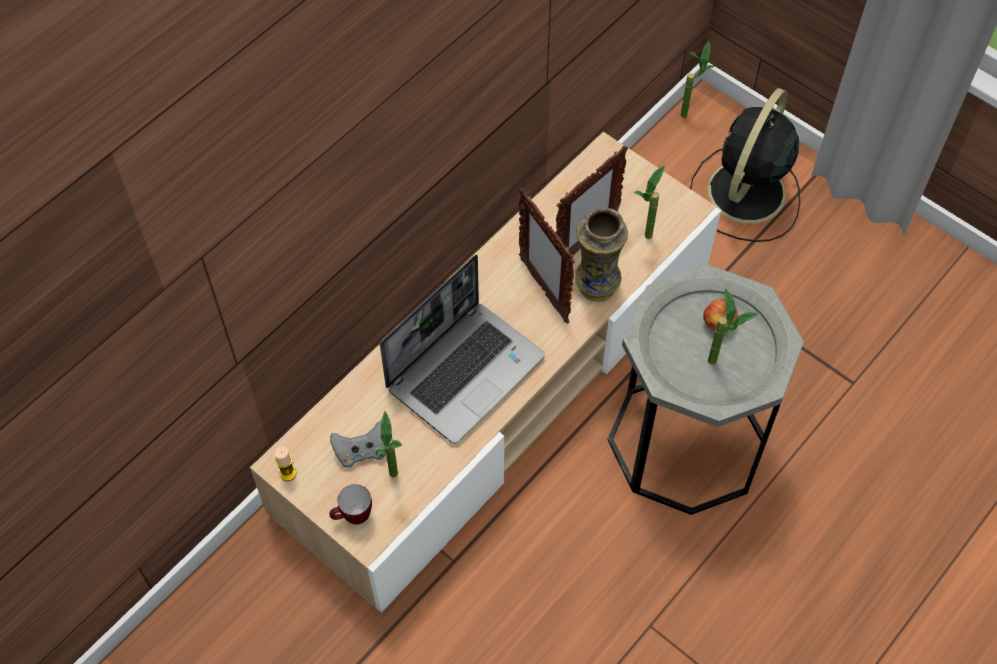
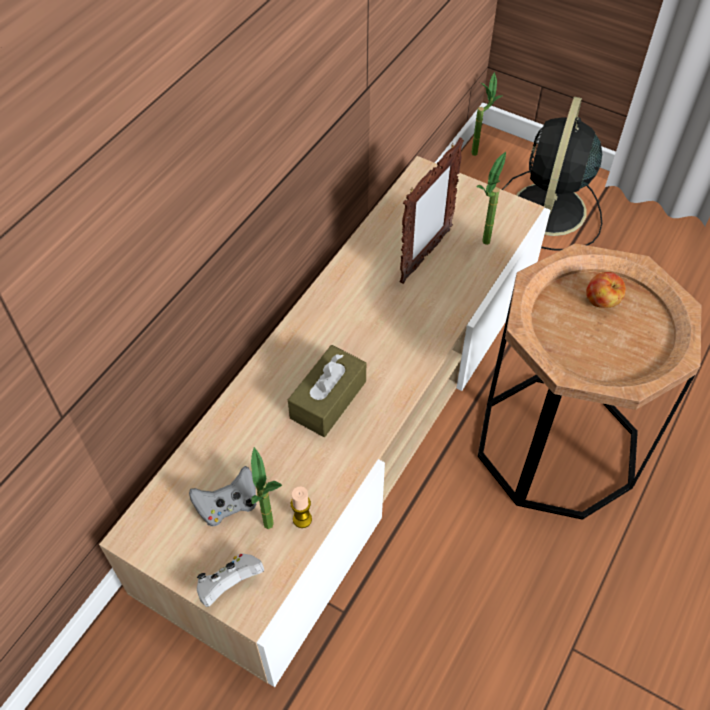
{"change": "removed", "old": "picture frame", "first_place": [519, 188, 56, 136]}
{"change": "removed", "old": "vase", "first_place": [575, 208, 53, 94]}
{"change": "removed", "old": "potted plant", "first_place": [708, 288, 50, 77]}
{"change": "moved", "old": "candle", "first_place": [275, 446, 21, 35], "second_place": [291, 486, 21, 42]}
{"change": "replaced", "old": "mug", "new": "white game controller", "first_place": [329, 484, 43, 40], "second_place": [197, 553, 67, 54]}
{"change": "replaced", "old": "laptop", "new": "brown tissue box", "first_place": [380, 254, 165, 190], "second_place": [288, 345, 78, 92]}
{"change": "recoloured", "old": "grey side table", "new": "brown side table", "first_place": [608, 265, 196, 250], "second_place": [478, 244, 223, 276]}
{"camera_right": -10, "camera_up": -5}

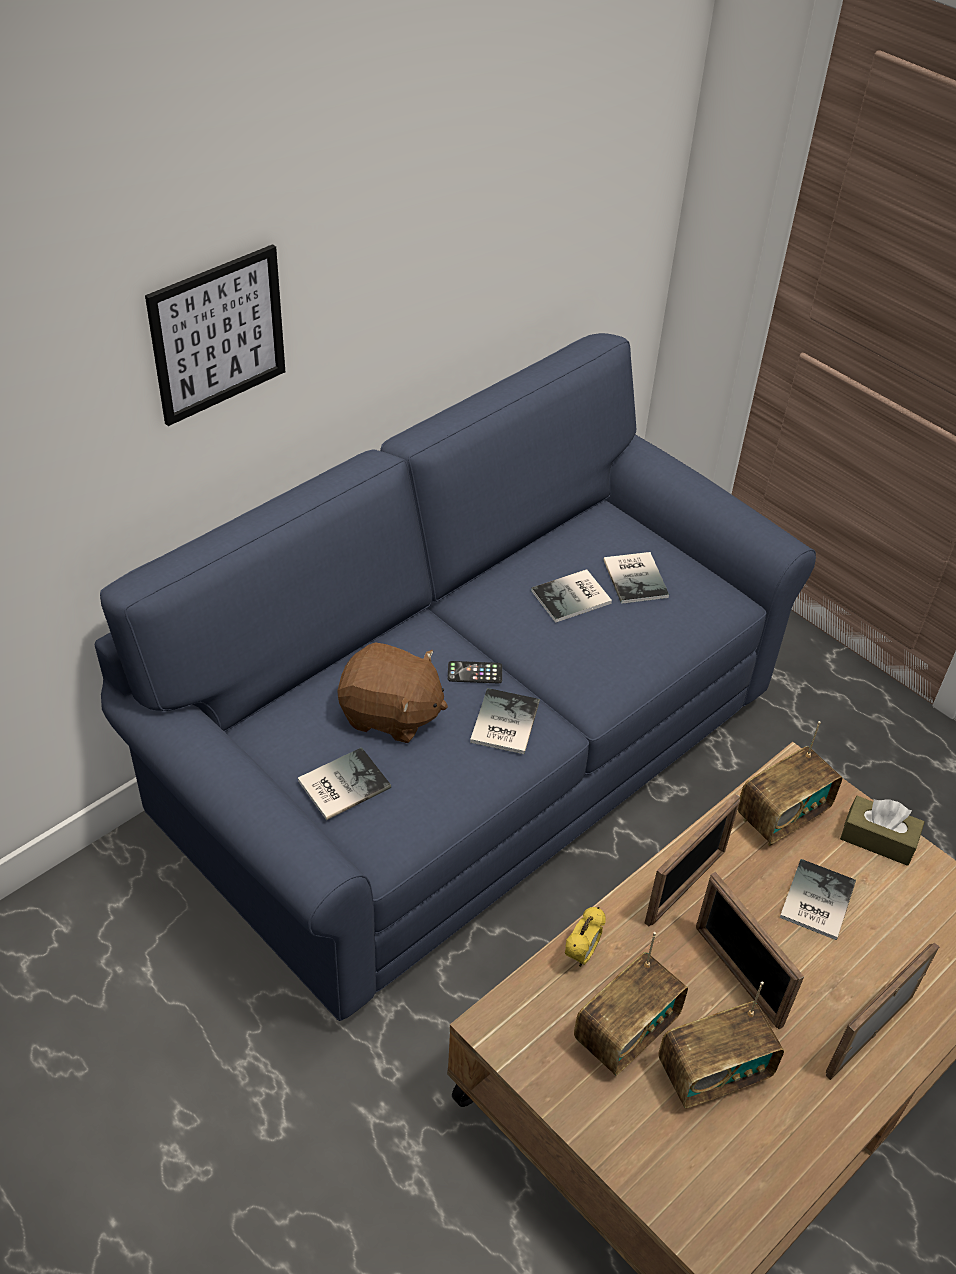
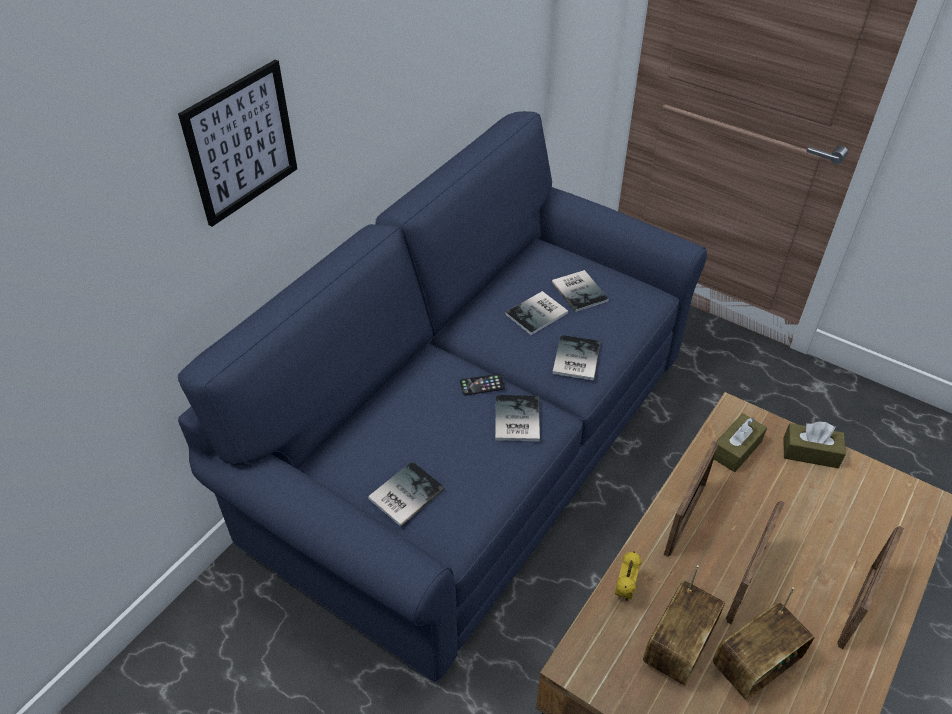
{"change": "removed", "old": "brown plush toy", "first_place": [337, 642, 111, 101]}
{"change": "moved", "old": "book", "first_place": [780, 859, 76, 81], "second_place": [552, 335, 48, 45]}
{"change": "replaced", "old": "radio", "new": "brown tissue box", "first_place": [738, 721, 104, 125], "second_place": [714, 413, 53, 59]}
{"change": "turned", "old": "picture frame", "first_place": [696, 872, 108, 157], "second_place": [726, 501, 59, 123], "degrees": 75}
{"camera_right": -10, "camera_up": 0}

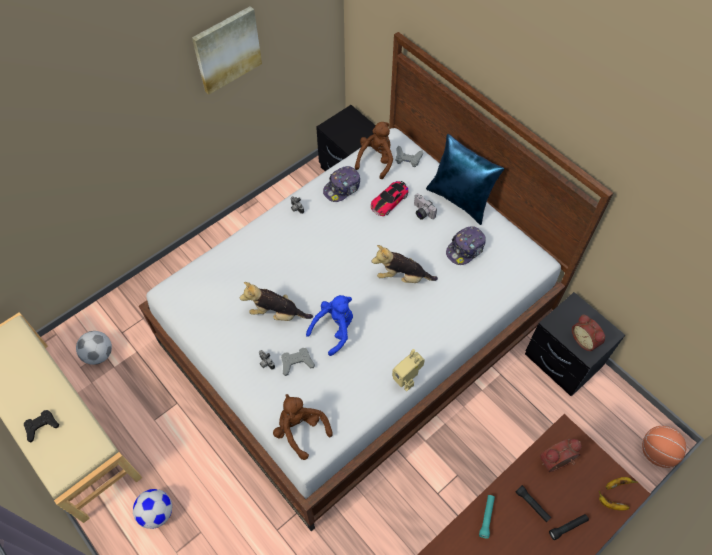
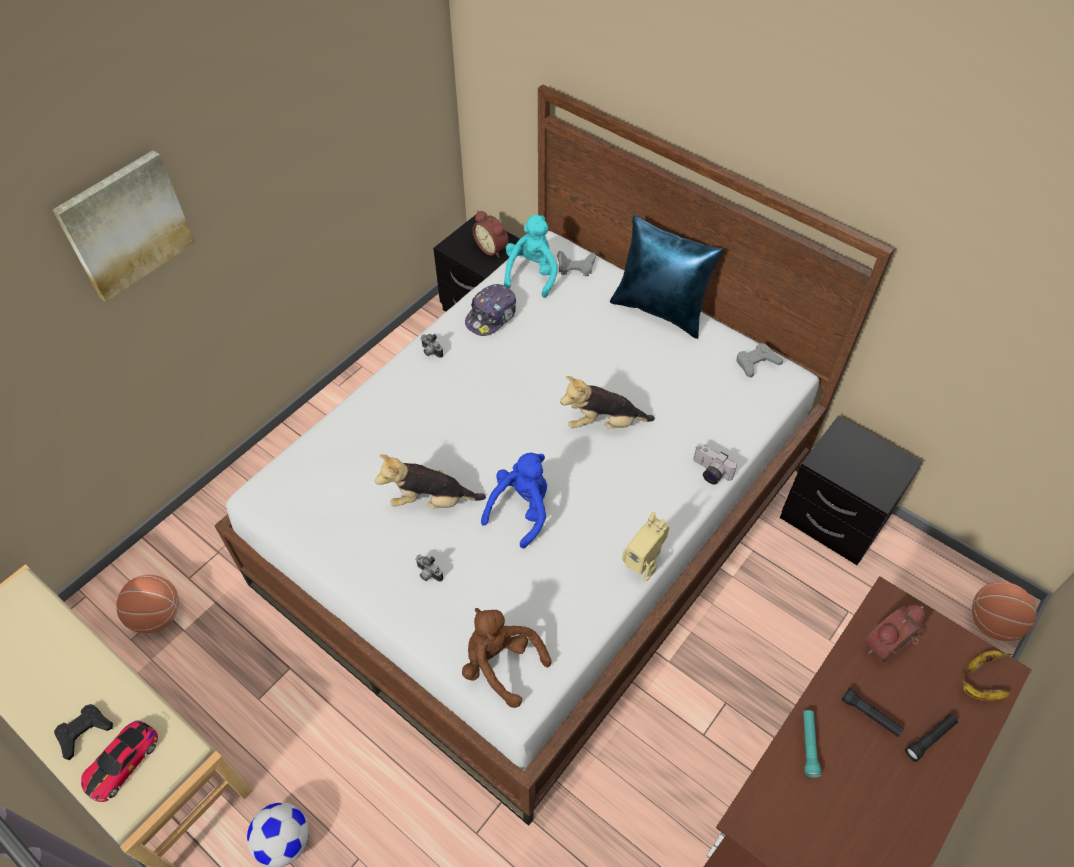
{"change": "removed", "old": "cap", "first_place": [446, 226, 40, 39]}
{"change": "moved", "old": "picture", "first_place": [192, 6, 70, 89], "second_place": [53, 150, 142, 152]}
{"change": "moved", "old": "grey game controller", "first_place": [281, 348, 34, 28], "second_place": [737, 343, 46, 35]}
{"change": "moved", "old": "toy car", "first_place": [371, 181, 37, 35], "second_place": [81, 721, 77, 81]}
{"change": "moved", "old": "photo camera", "first_place": [414, 194, 23, 26], "second_place": [694, 444, 43, 41]}
{"change": "moved", "old": "alarm clock", "first_place": [572, 315, 33, 36], "second_place": [472, 210, 37, 47]}
{"change": "replaced", "old": "football", "new": "basketball", "first_place": [76, 331, 36, 34], "second_place": [116, 575, 63, 58]}
{"change": "recoloured", "old": "brown plush toy", "new": "turquoise plush toy", "first_place": [355, 122, 38, 57], "second_place": [504, 215, 54, 83]}
{"camera_right": -10, "camera_up": -5}

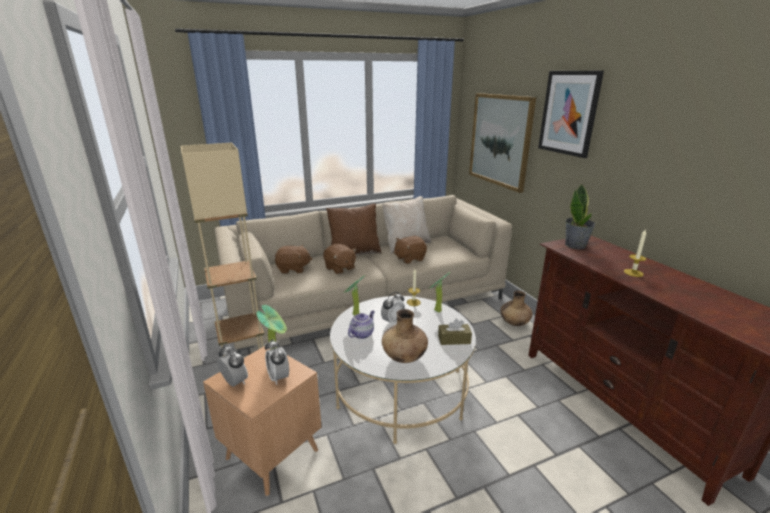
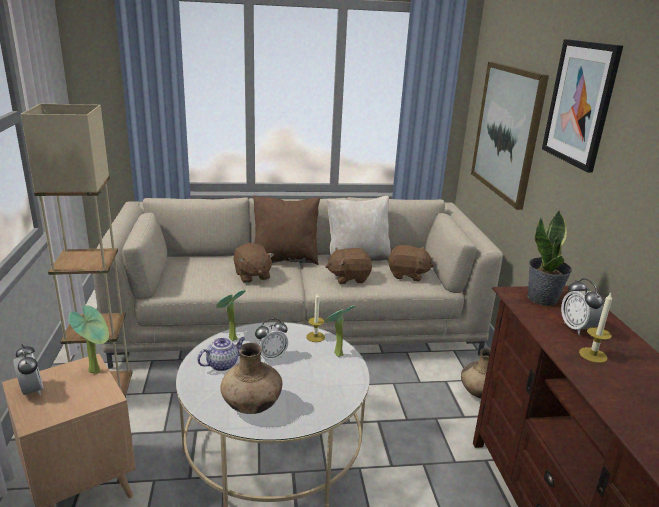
{"change": "removed", "old": "brown tissue box", "first_place": [438, 318, 34, 27]}
{"change": "moved", "old": "alarm clock", "first_place": [265, 339, 24, 46], "second_place": [561, 278, 42, 57]}
{"change": "moved", "old": "brown plush toy", "first_place": [275, 245, 37, 29], "second_place": [388, 245, 46, 37]}
{"camera_right": 15, "camera_up": 0}

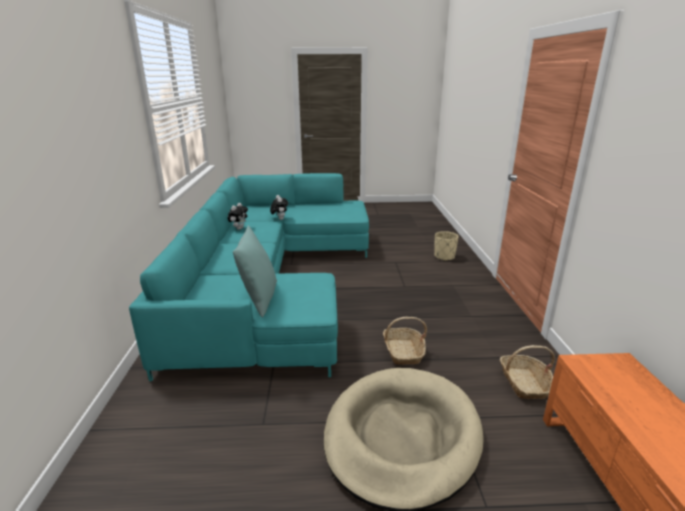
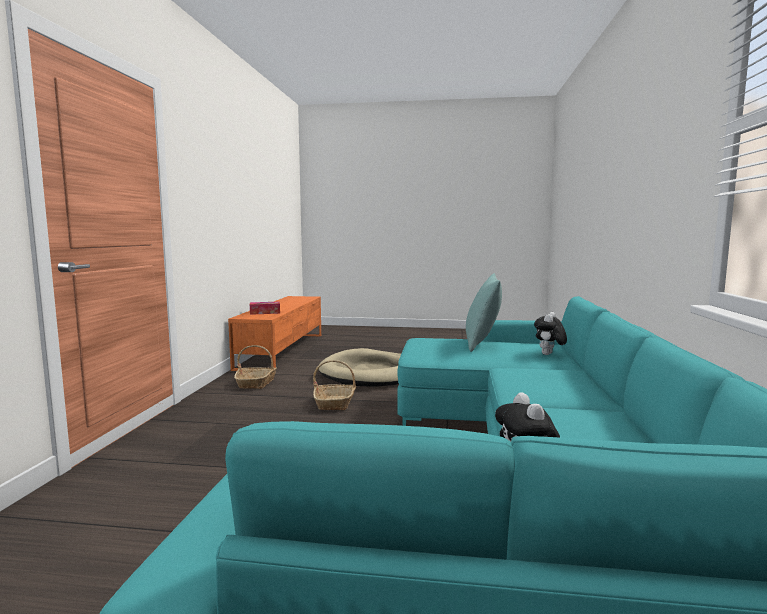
{"change": "removed", "old": "beige planter", "first_place": [434, 231, 25, 30]}
{"change": "added", "new": "tissue box", "second_place": [250, 302, 30, 13]}
{"change": "moved", "old": "plush toy", "first_place": [228, 203, 20, 27], "second_place": [534, 312, 33, 43]}
{"camera_right": -170, "camera_up": -15}

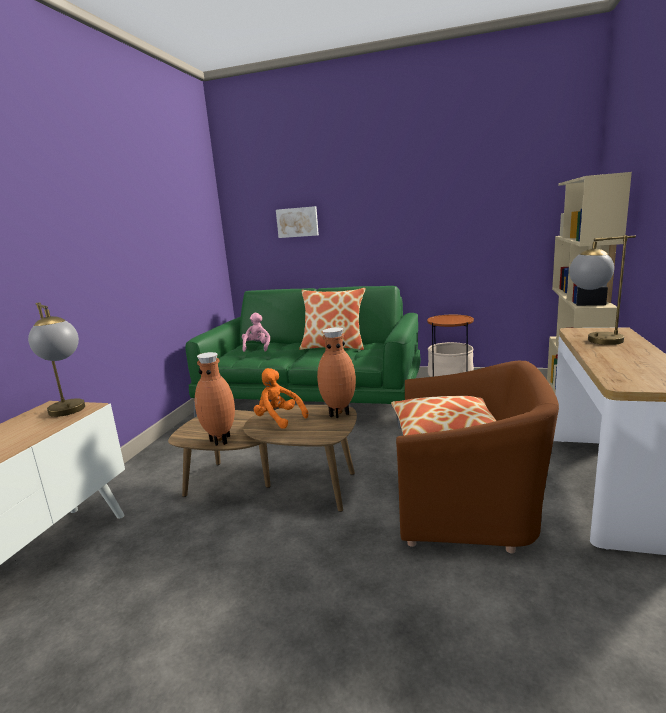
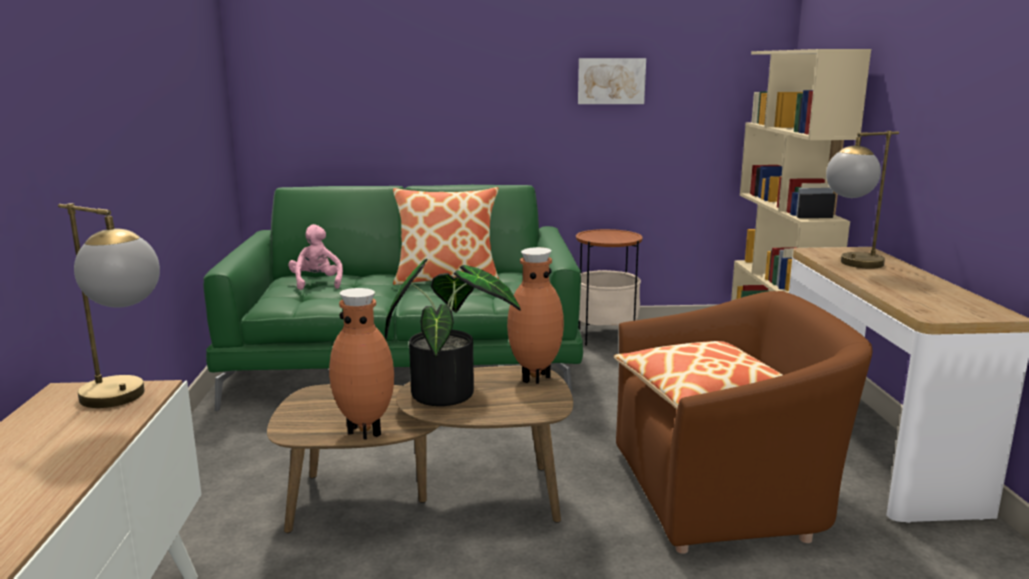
{"change": "moved", "old": "picture", "first_place": [276, 206, 43, 32], "second_place": [578, 58, 68, 46]}
{"change": "replaced", "old": "orange plush toy", "new": "potted plant", "first_place": [254, 368, 54, 61], "second_place": [385, 259, 136, 147]}
{"camera_right": -20, "camera_up": 0}

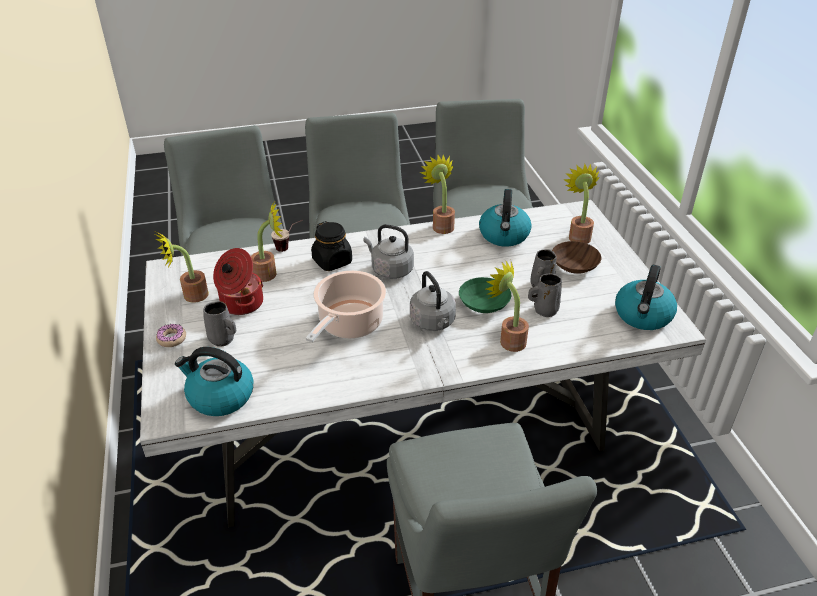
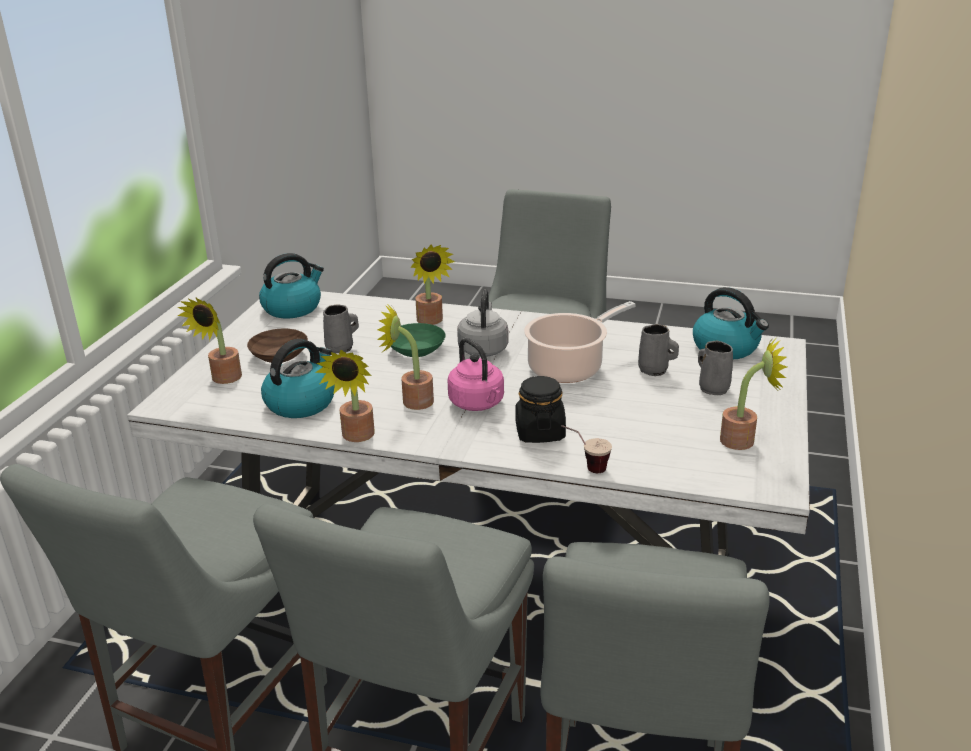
{"change": "removed", "old": "donut", "first_place": [156, 324, 30, 23]}
{"change": "removed", "old": "cooking pot", "first_place": [213, 248, 50, 67]}
{"change": "moved", "old": "potted plant", "first_place": [251, 202, 32, 80], "second_place": [377, 305, 57, 105]}
{"change": "moved", "old": "grey mug", "first_place": [528, 273, 34, 44], "second_place": [638, 324, 41, 52]}
{"change": "recoloured", "old": "grey kettle", "new": "pink kettle", "first_place": [363, 224, 51, 55], "second_place": [447, 338, 57, 73]}
{"camera_right": -150, "camera_up": -10}

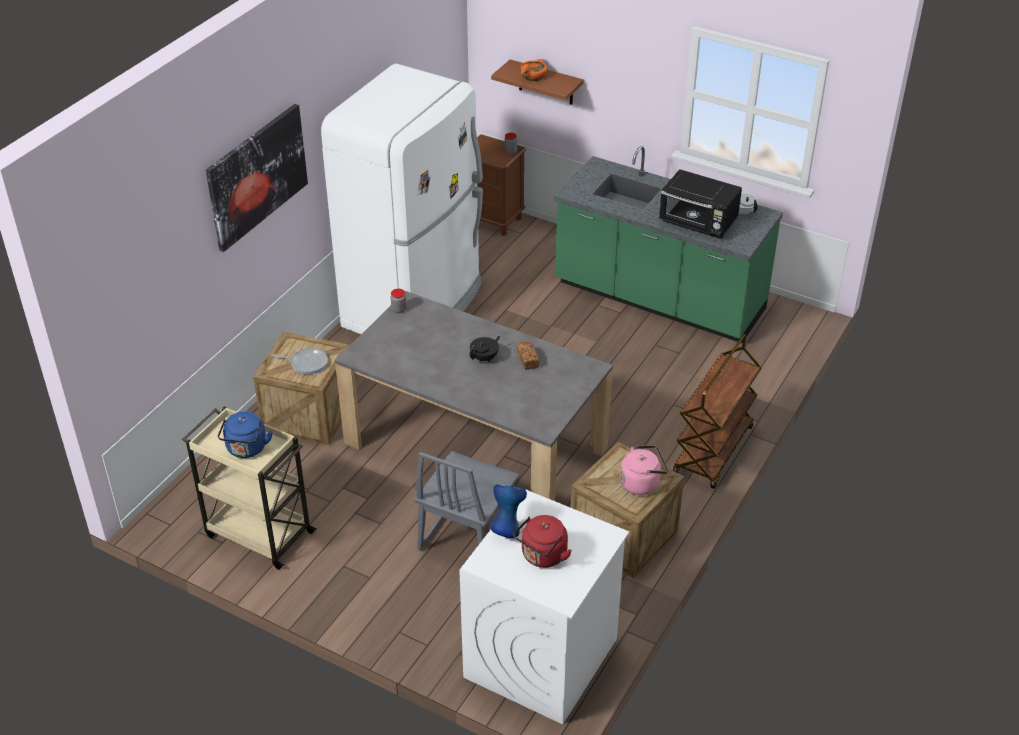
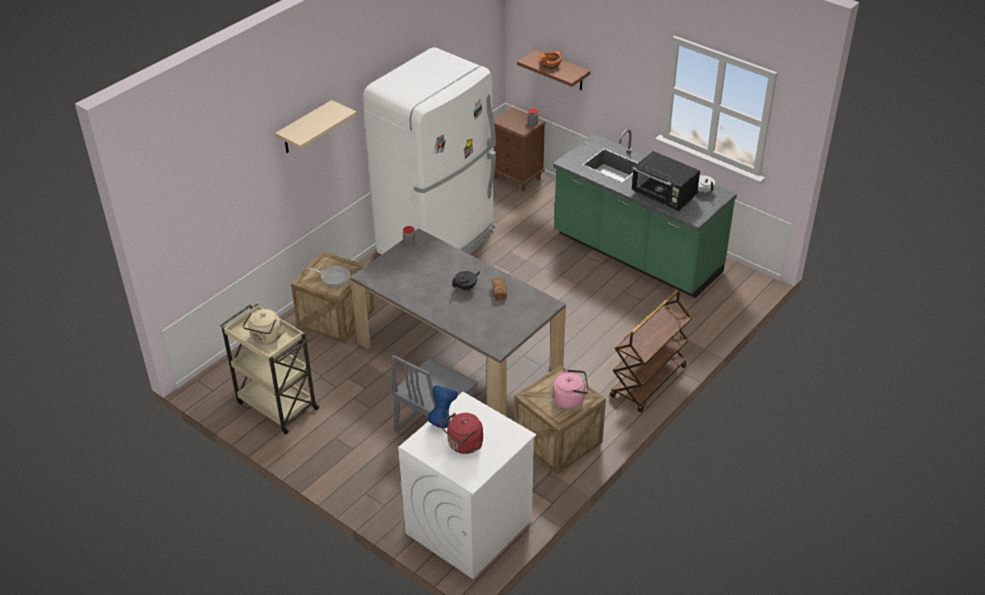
{"change": "replaced", "old": "picture", "new": "beige shelf", "first_place": [206, 104, 102, 148], "second_place": [275, 100, 82, 53]}
{"change": "recoloured", "old": "blue kettle", "new": "beige kettle", "first_place": [218, 411, 55, 47], "second_place": [243, 309, 42, 36]}
{"camera_right": 10, "camera_up": 0}

